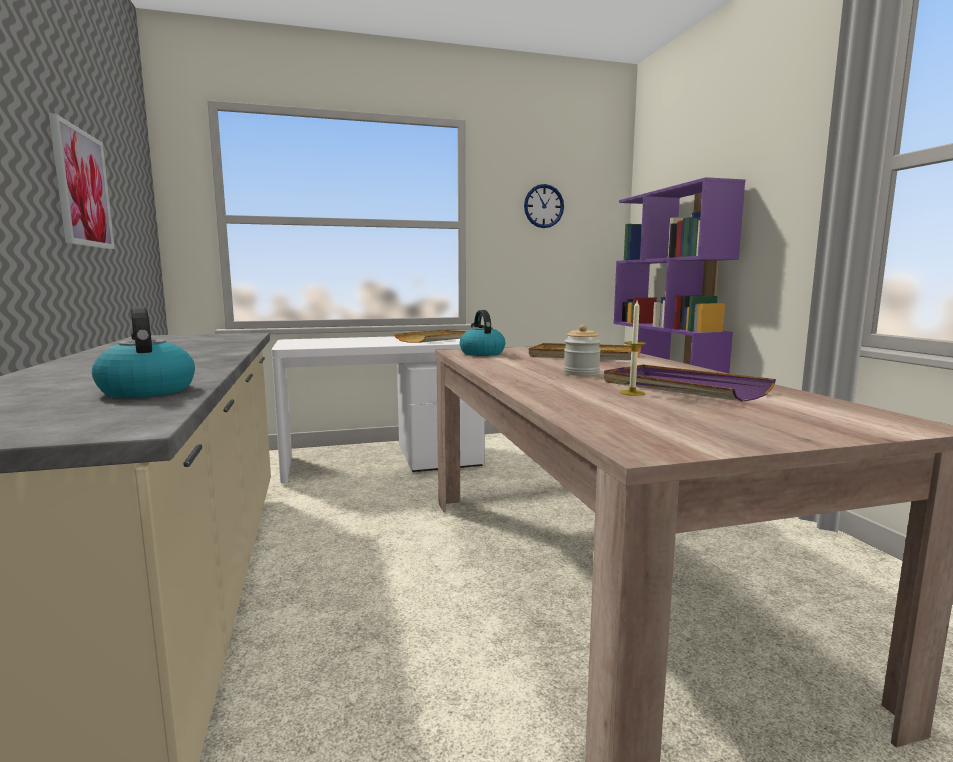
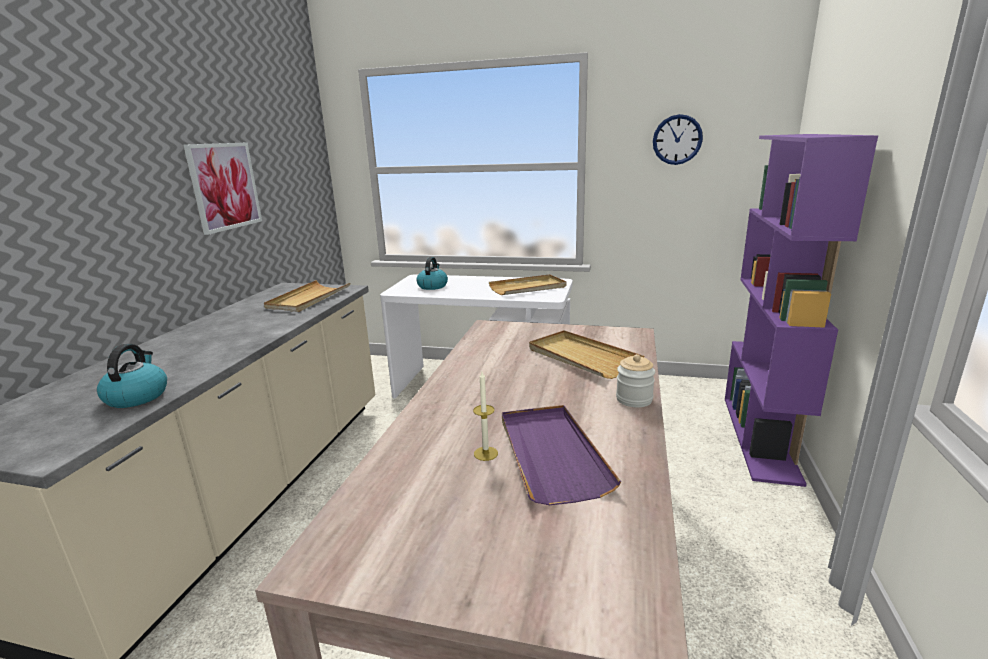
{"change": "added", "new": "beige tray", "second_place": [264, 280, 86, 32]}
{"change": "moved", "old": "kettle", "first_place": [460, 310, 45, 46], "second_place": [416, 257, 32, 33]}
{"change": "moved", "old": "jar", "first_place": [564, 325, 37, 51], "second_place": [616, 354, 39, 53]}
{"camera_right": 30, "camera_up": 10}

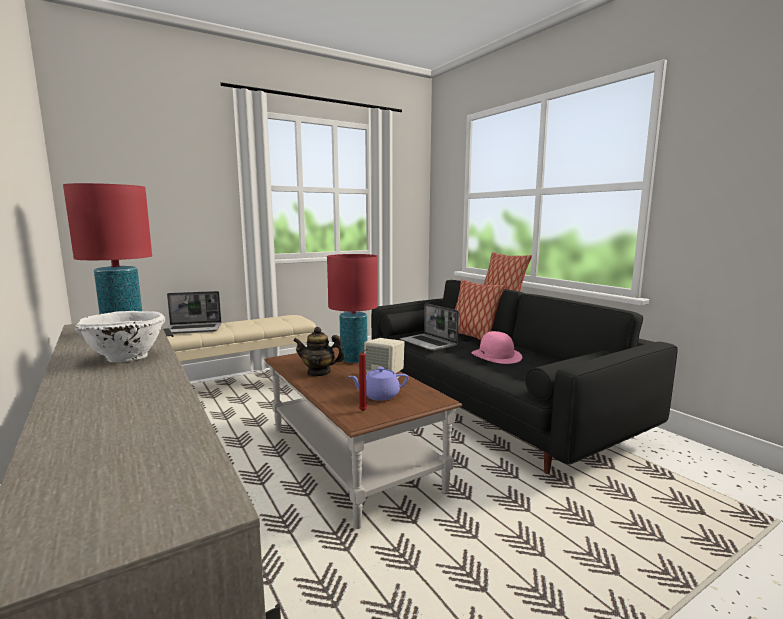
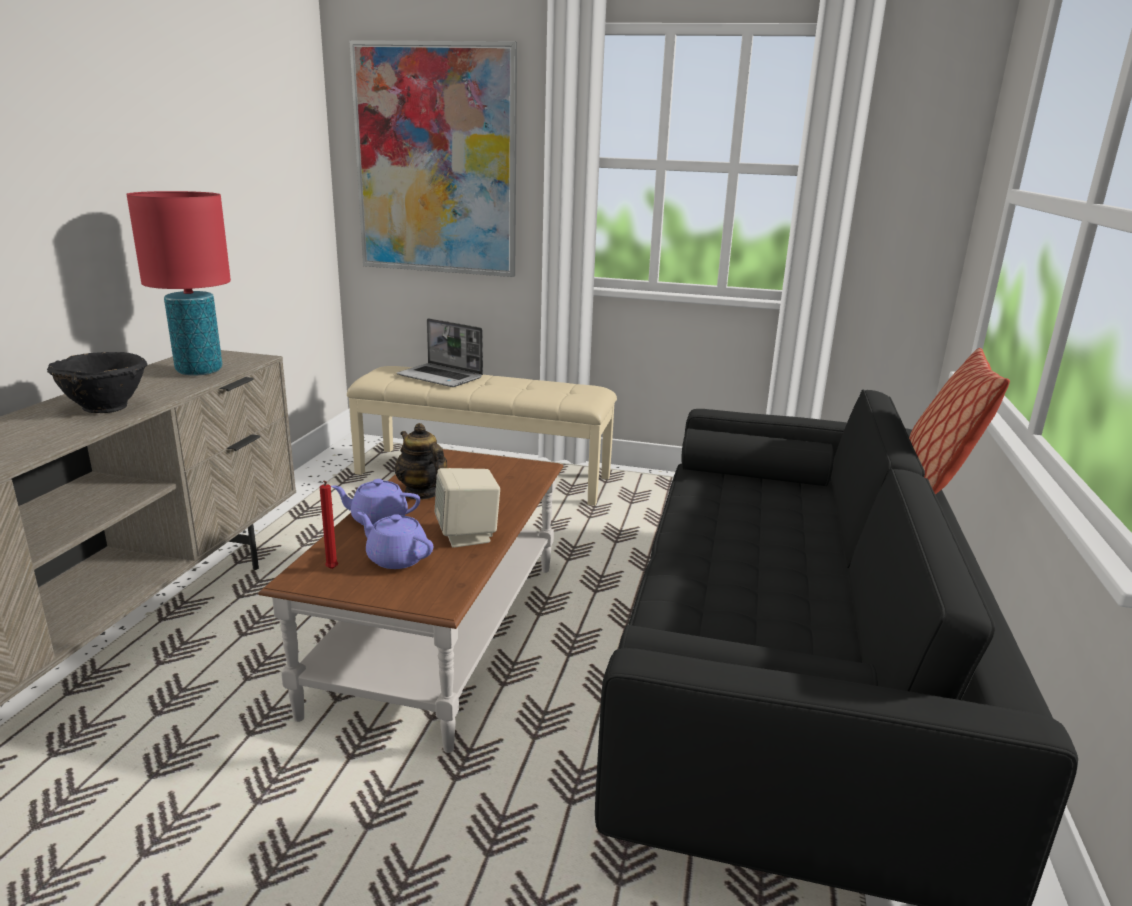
{"change": "removed", "old": "red table lamp", "first_place": [327, 254, 51, 109]}
{"change": "removed", "old": "laptop", "first_place": [400, 303, 59, 48]}
{"change": "removed", "old": "pillow", "first_place": [455, 279, 50, 61]}
{"change": "removed", "old": "pink hat", "first_place": [472, 331, 50, 33]}
{"change": "added", "new": "purple teapot", "second_place": [331, 479, 89, 47]}
{"change": "added", "new": "picture", "second_place": [349, 40, 168, 237]}
{"change": "recoloured", "old": "white bowl", "new": "black bowl", "first_place": [75, 311, 90, 51], "second_place": [47, 352, 101, 61]}
{"camera_right": 45, "camera_up": 10}

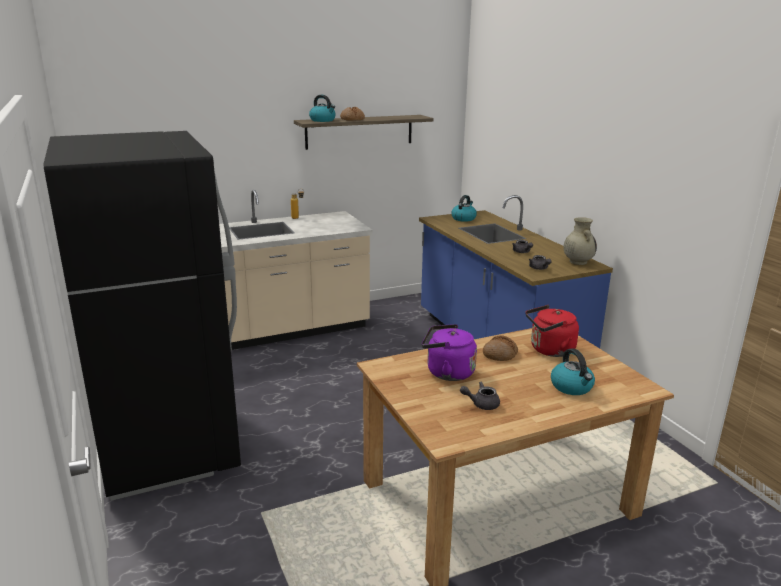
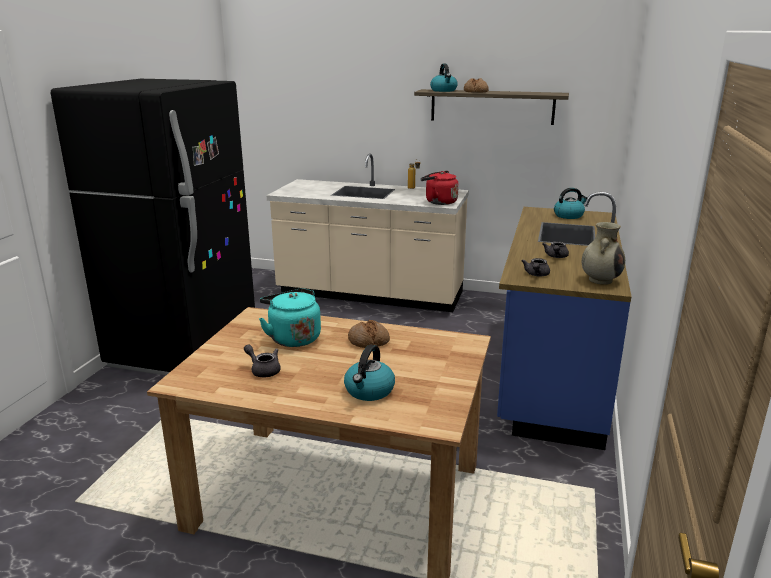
{"change": "moved", "old": "red kettle", "first_place": [526, 305, 53, 52], "second_place": [421, 171, 38, 34]}
{"change": "recoloured", "old": "purple kettle", "new": "turquoise kettle", "first_place": [422, 324, 55, 57], "second_place": [259, 288, 62, 59]}
{"camera_right": 40, "camera_up": 0}

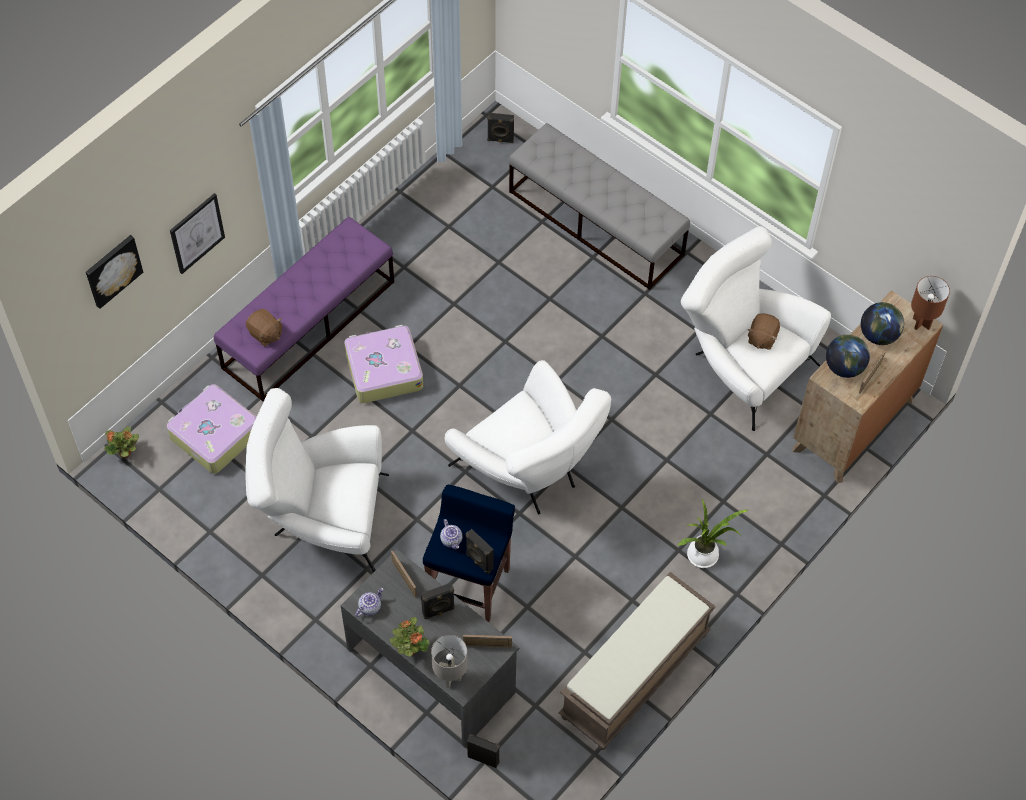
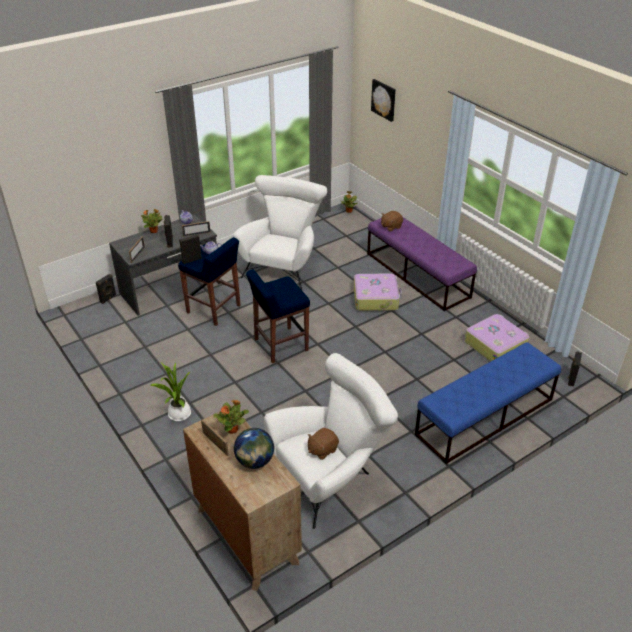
{"change": "removed", "old": "picture", "first_place": [170, 193, 55, 81]}
{"change": "removed", "old": "grey table lamp", "first_place": [431, 635, 37, 53]}
{"change": "removed", "old": "brown bench", "first_place": [558, 572, 158, 178]}
{"change": "removed", "old": "brown table lamp", "first_place": [911, 276, 39, 54]}
{"change": "moved", "old": "suitcase", "first_place": [167, 384, 90, 90], "second_place": [465, 314, 64, 48]}
{"change": "replaced", "old": "white armchair", "new": "blue stool", "first_place": [445, 360, 166, 154], "second_place": [246, 269, 64, 94]}
{"change": "replaced", "old": "globe", "new": "potted plant", "first_place": [826, 334, 44, 44], "second_place": [213, 400, 36, 34]}
{"change": "recoloured", "old": "grey bench", "new": "blue bench", "first_place": [509, 123, 181, 167], "second_place": [415, 342, 146, 122]}
{"change": "turned", "old": "brown plush toy", "first_place": [748, 313, 32, 37], "second_place": [308, 428, 31, 32], "degrees": -75}
{"camera_right": 105, "camera_up": -20}

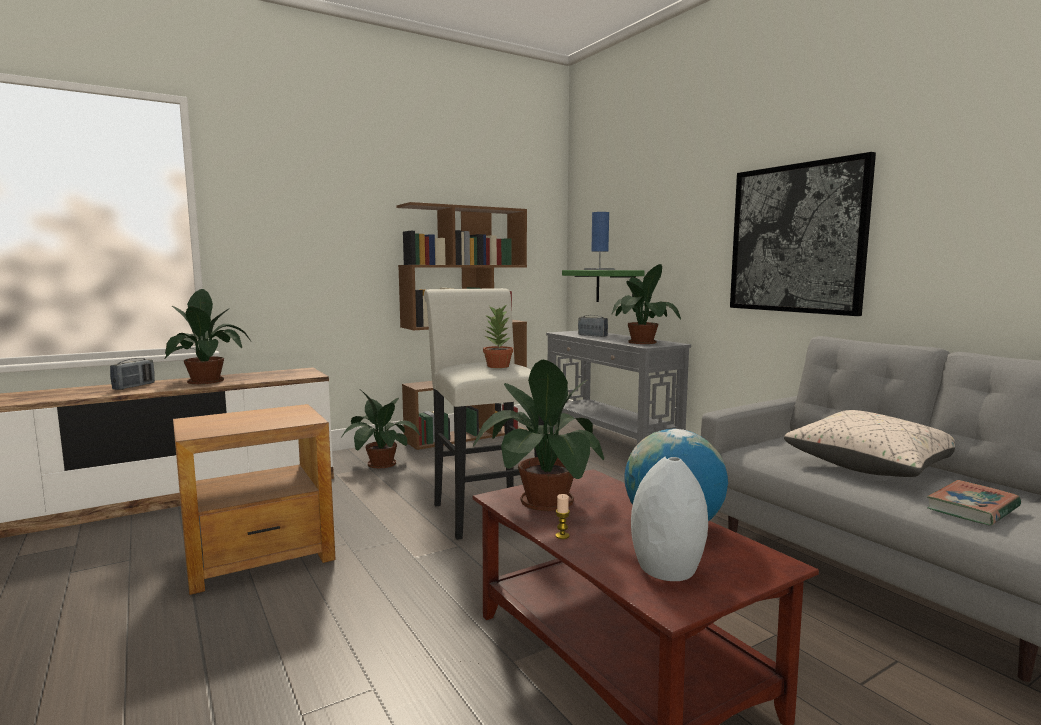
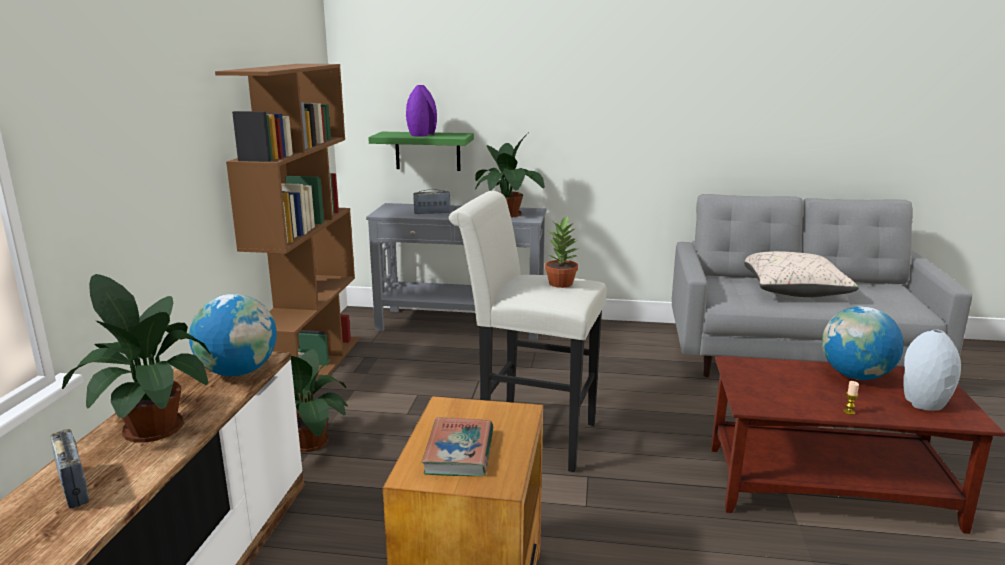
{"change": "removed", "old": "potted plant", "first_place": [473, 360, 131, 151]}
{"change": "removed", "old": "picture", "first_place": [730, 152, 146, 164]}
{"change": "added", "new": "globe", "second_place": [189, 294, 88, 82]}
{"change": "moved", "old": "book", "first_place": [927, 480, 94, 45], "second_place": [422, 417, 71, 59]}
{"change": "replaced", "old": "blue table lamp", "new": "purple vase", "first_place": [584, 212, 31, 58], "second_place": [406, 85, 31, 52]}
{"camera_right": -50, "camera_up": 10}

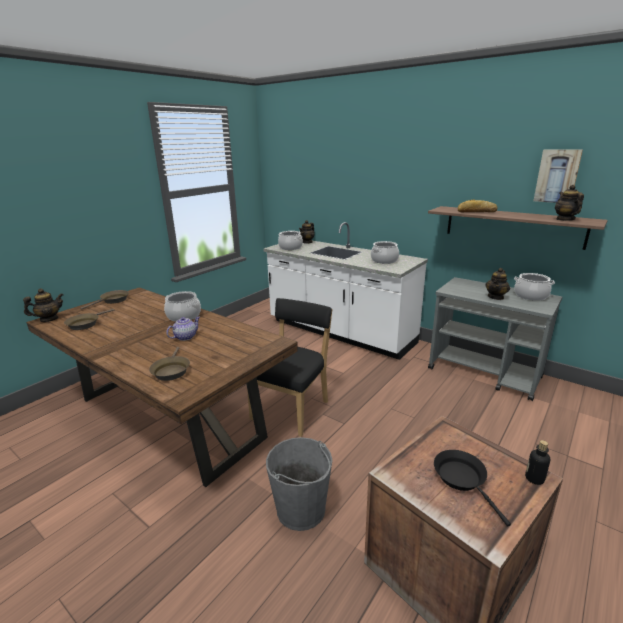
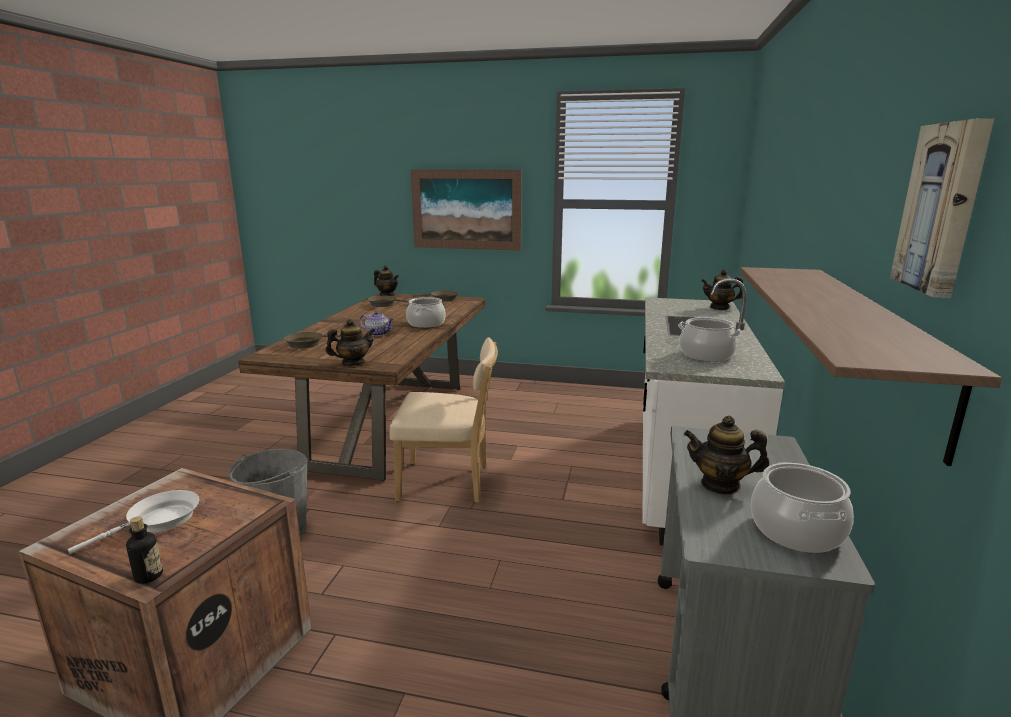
{"change": "removed", "old": "cooking pot", "first_place": [278, 231, 25, 19]}
{"change": "removed", "old": "bread", "first_place": [458, 199, 40, 13]}
{"change": "added", "new": "picture", "second_place": [411, 170, 111, 81]}
{"change": "moved", "old": "teapot", "first_place": [555, 185, 29, 36], "second_place": [326, 319, 50, 47]}
{"change": "recoloured", "old": "black chair", "new": "beige chair", "first_place": [247, 298, 85, 139], "second_place": [389, 337, 109, 165]}
{"change": "recoloured", "old": "black frying pan", "new": "white frying pan", "first_place": [434, 450, 77, 76], "second_place": [68, 490, 131, 64]}
{"camera_right": 65, "camera_up": -5}

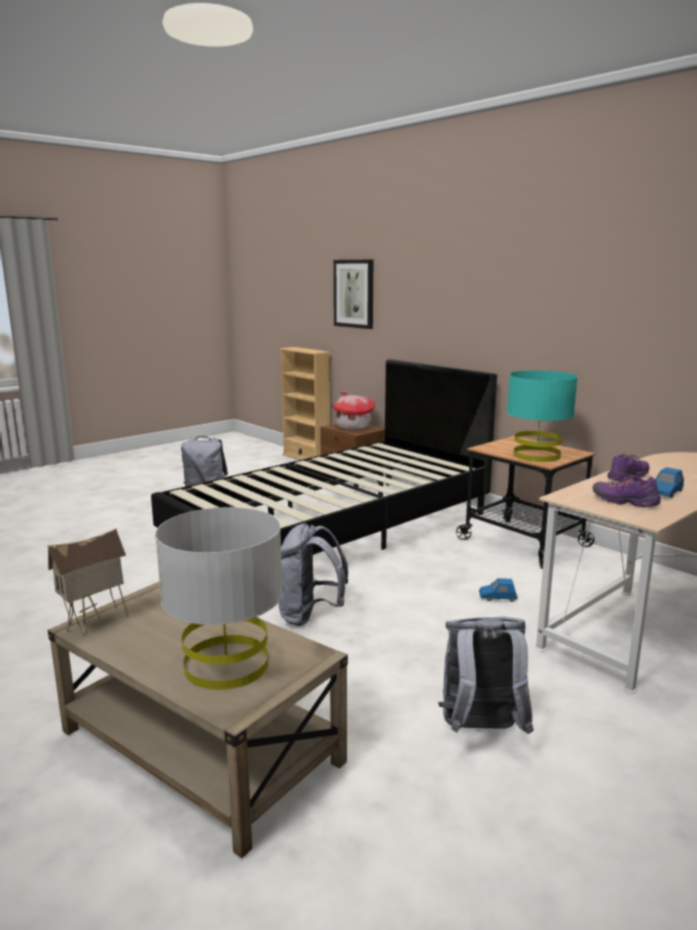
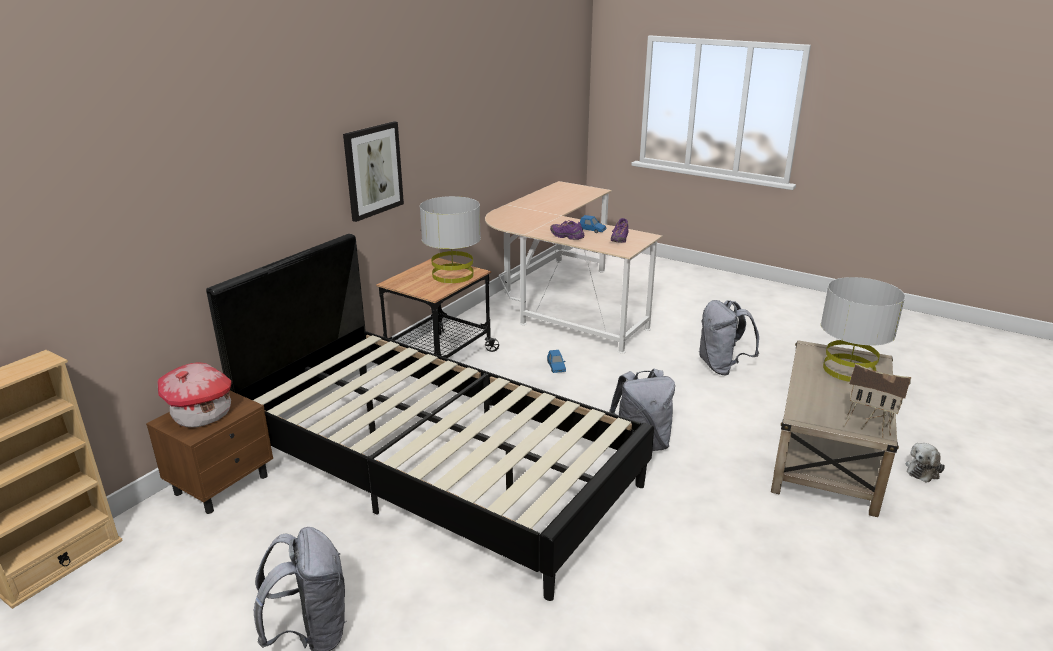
{"change": "added", "new": "plush toy", "second_place": [906, 443, 39, 40]}
{"change": "moved", "old": "picture", "first_place": [334, 260, 39, 69], "second_place": [343, 121, 61, 101]}
{"change": "recoloured", "old": "turquoise table lamp", "new": "grey table lamp", "first_place": [507, 370, 71, 92], "second_place": [420, 196, 61, 87]}
{"camera_right": -105, "camera_up": 10}

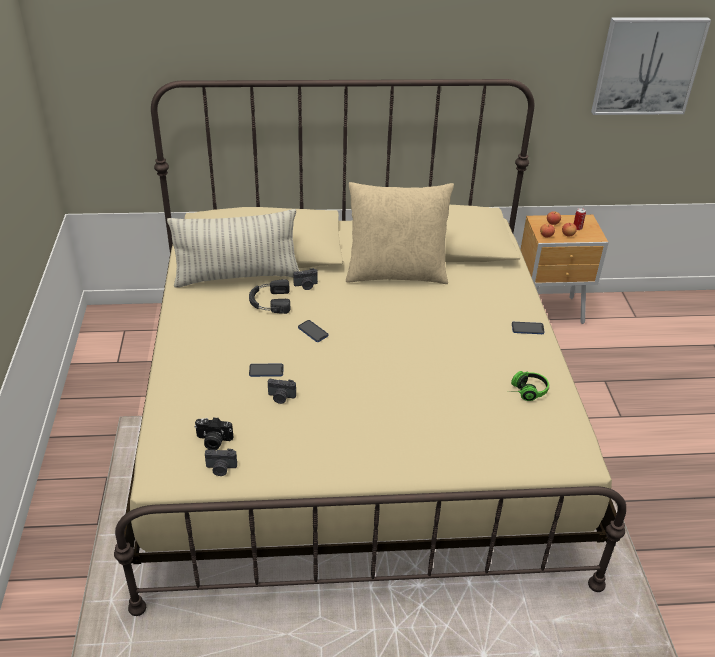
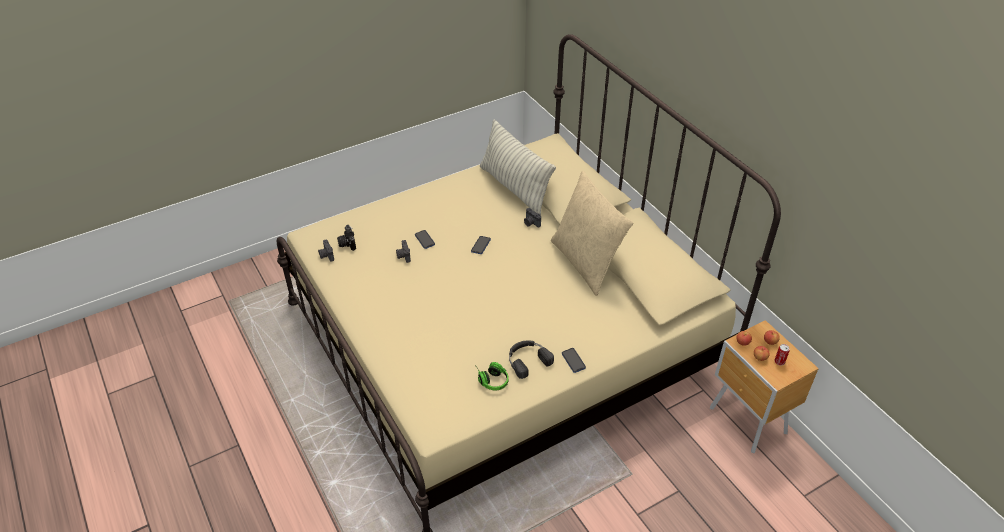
{"change": "removed", "old": "picture", "first_place": [591, 18, 120, 97]}
{"change": "moved", "old": "black headphones", "first_place": [249, 279, 41, 35], "second_place": [509, 340, 45, 39]}
{"camera_right": 65, "camera_up": 5}

